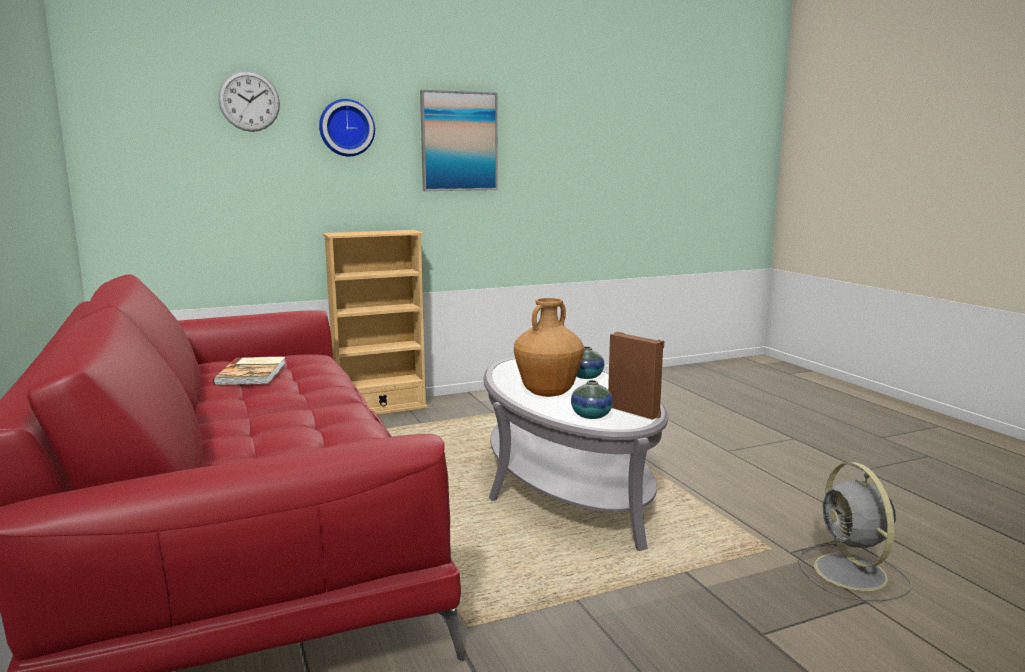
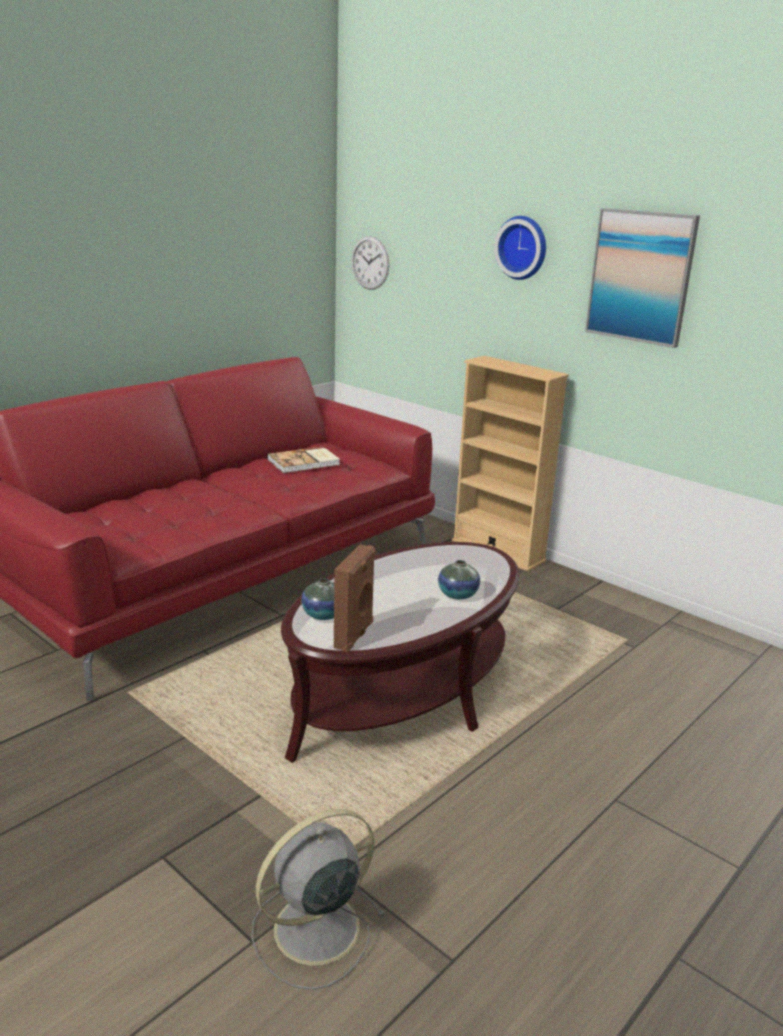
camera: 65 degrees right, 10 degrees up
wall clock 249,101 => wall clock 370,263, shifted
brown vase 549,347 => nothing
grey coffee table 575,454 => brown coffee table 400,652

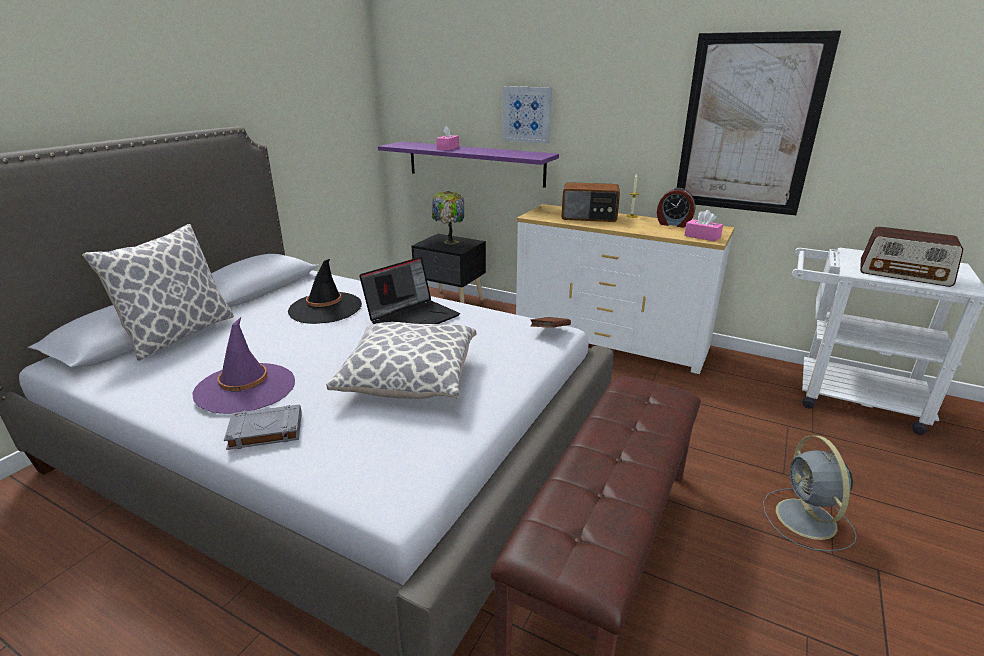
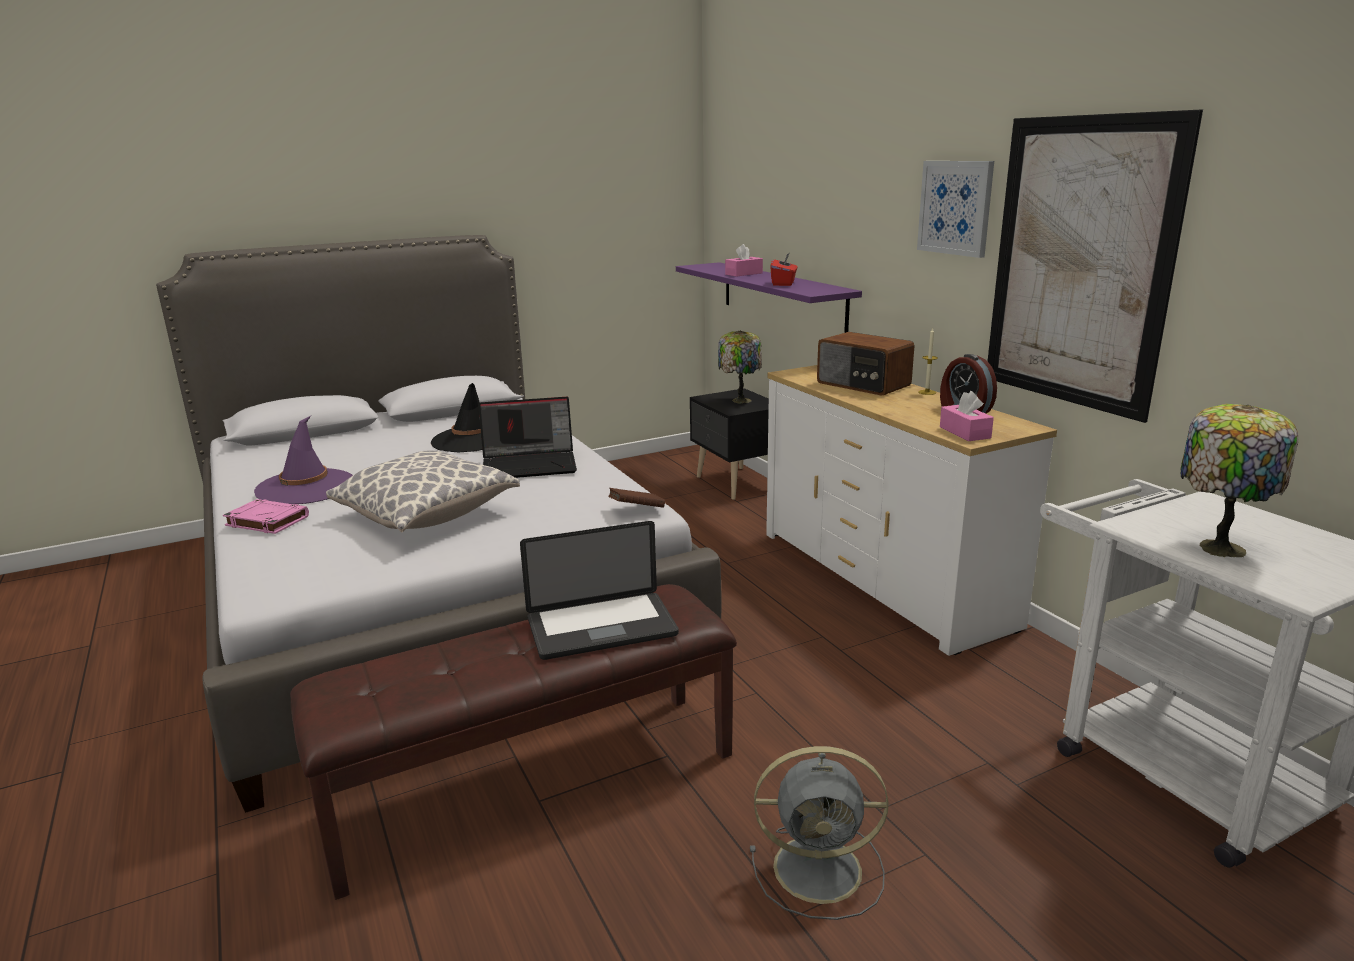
camera: 35 degrees right, 5 degrees down
picture 527,115 => picture 955,209, shifted
pillow 158,292 => nothing
radio 911,256 => table lamp 1239,480
grey book 263,427 => pink book 266,516
grey fan 810,493 => grey fan 819,833, 120 degrees counterclockwise
nothing => red tissue box 784,269
nothing => laptop 599,590

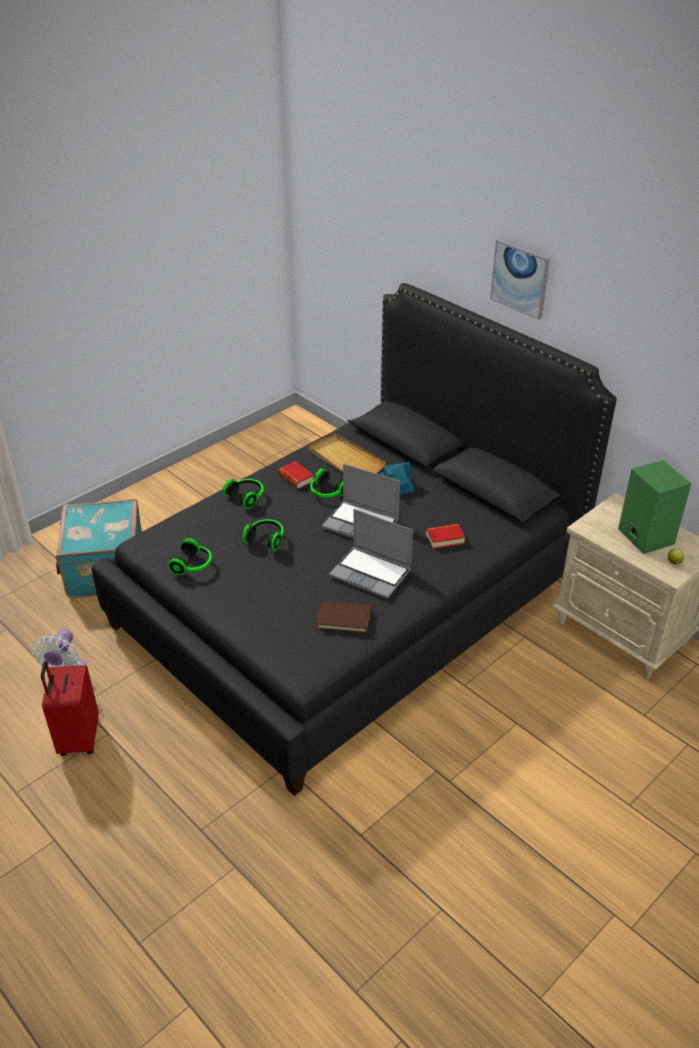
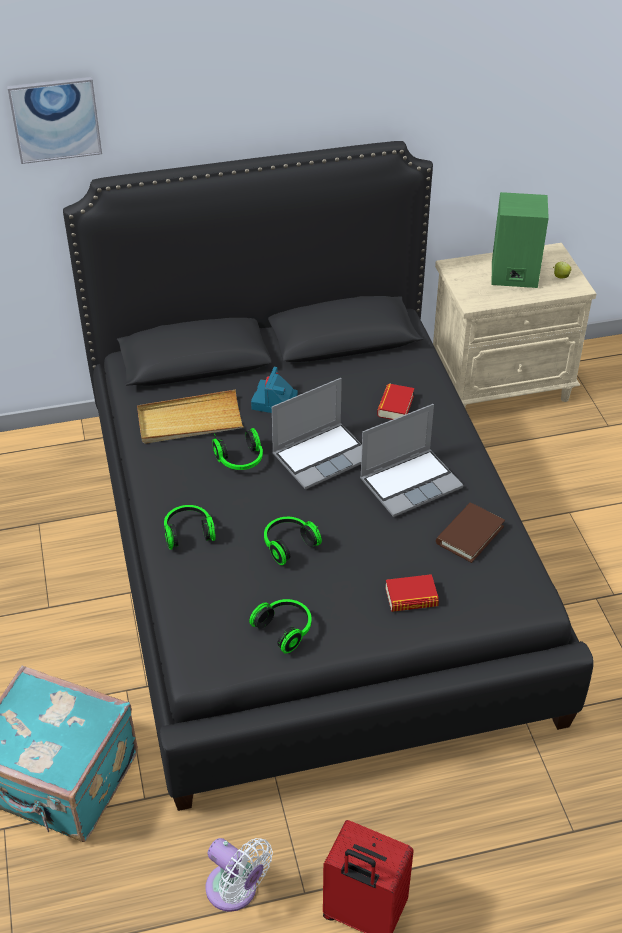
camera: 60 degrees left, 5 degrees up
picture 520,279 => picture 54,120, shifted
book 296,475 => book 412,593, shifted

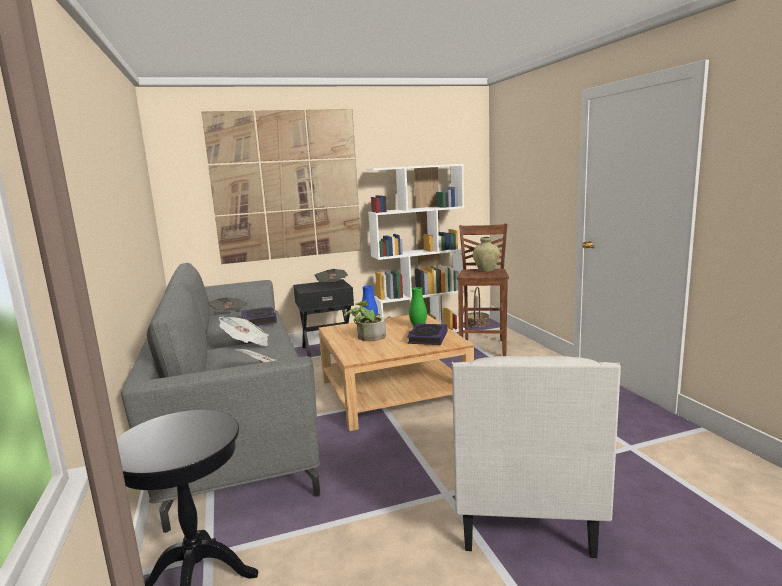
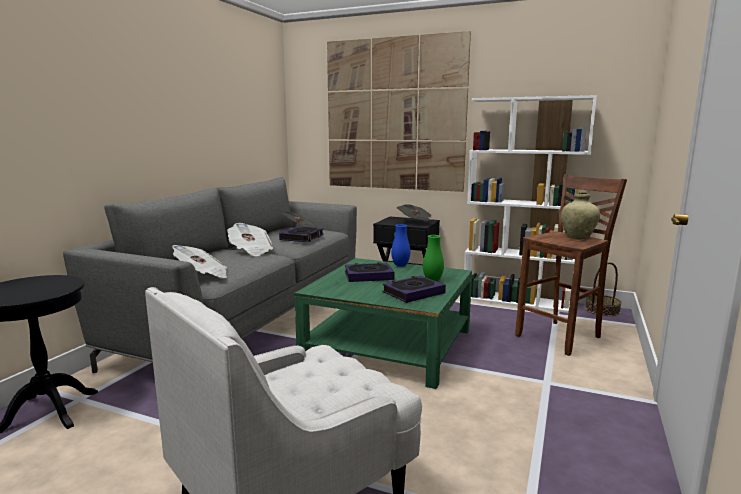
camera: 40 degrees right, 0 degrees up
potted plant 365,320 => book 369,272
beige coffee table 396,373 => green coffee table 383,323

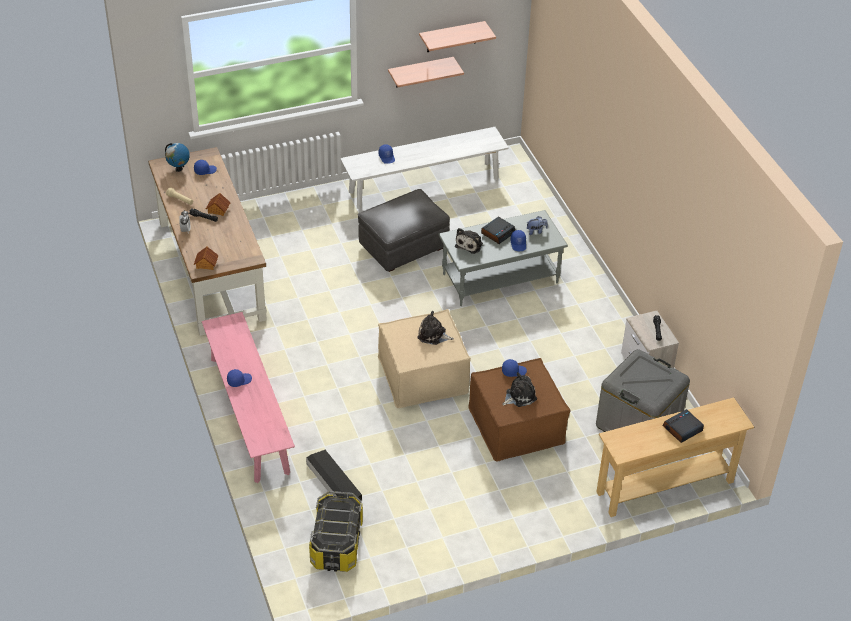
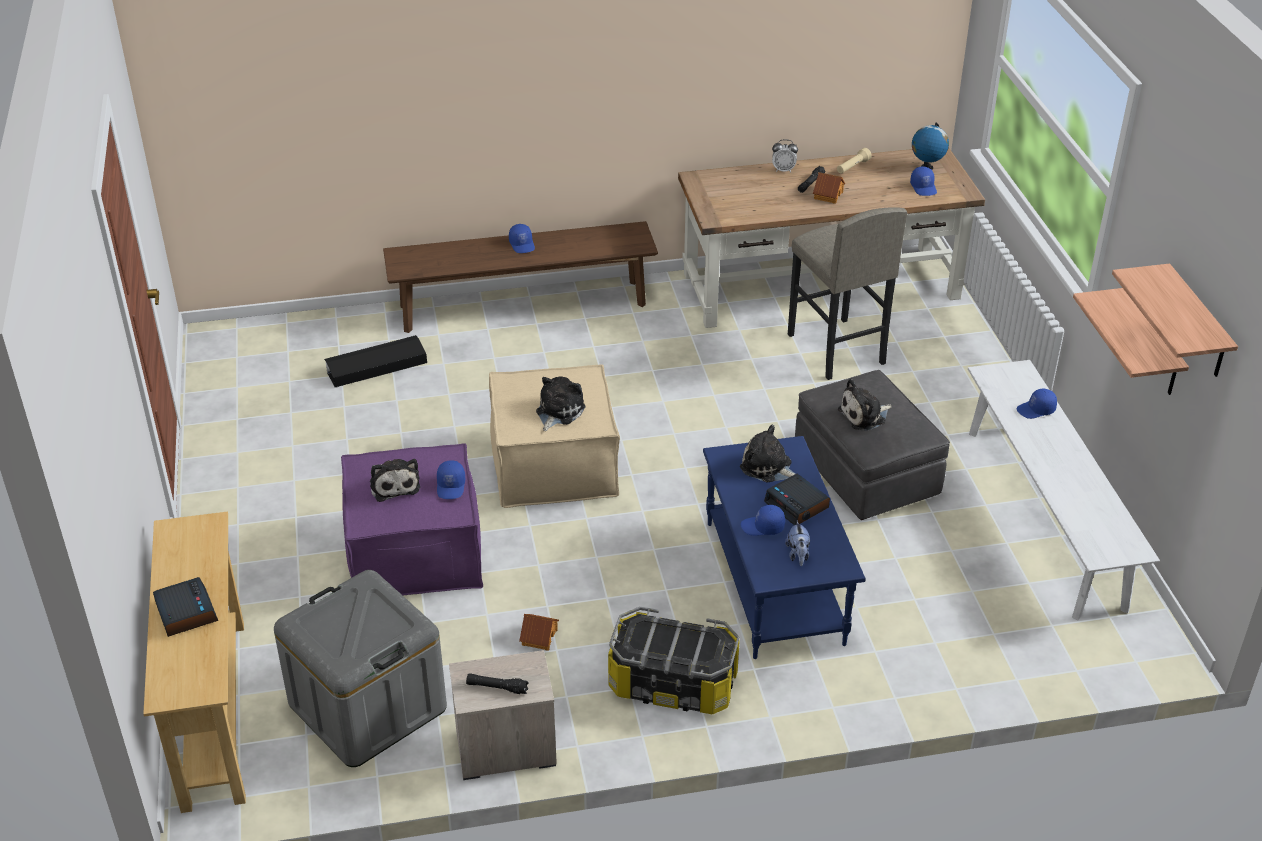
camera: 100 degrees right, 5 degrees down
grey coffee table 503,258 => blue coffee table 784,547
toy house 206,258 => toy house 539,632, shifted
pink bench 248,397 => brown bench 520,277
brown ottoman 519,410 => purple ottoman 412,519
storage box 336,531 => storage box 674,660, shifted
nothing => grey stool 847,293
nothing => plush toy 865,405

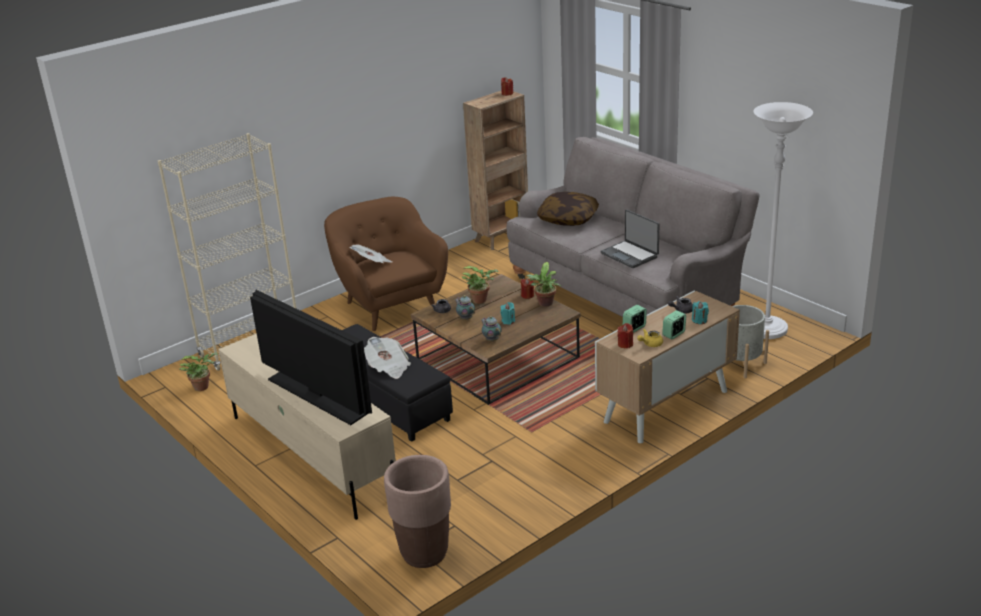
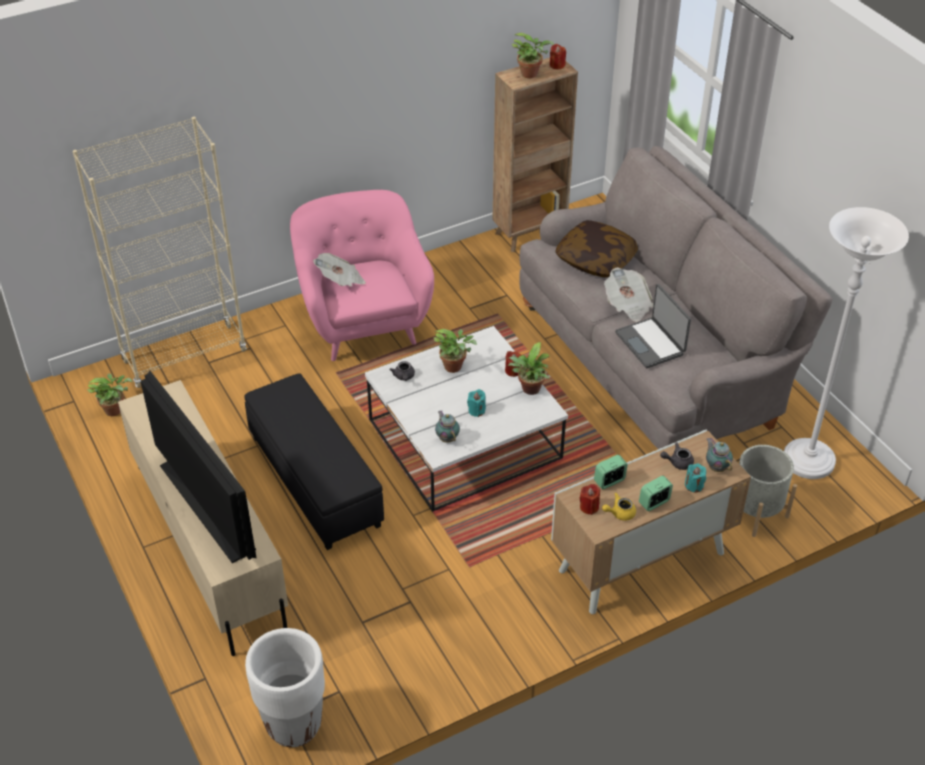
camera: 10 degrees right, 15 degrees up
brown armchair 386,264 => pink armchair 362,275
brown coffee table 496,339 => white coffee table 466,419
teapot 465,307 => teapot 719,455, shifted
newspaper 387,358 => newspaper 629,294, shifted
brown planter 417,511 => white planter 285,687
nothing => potted plant 533,55

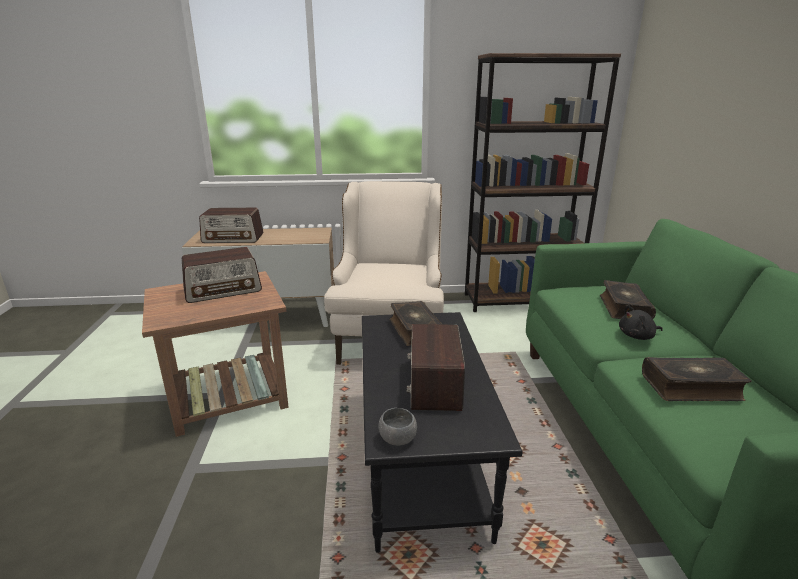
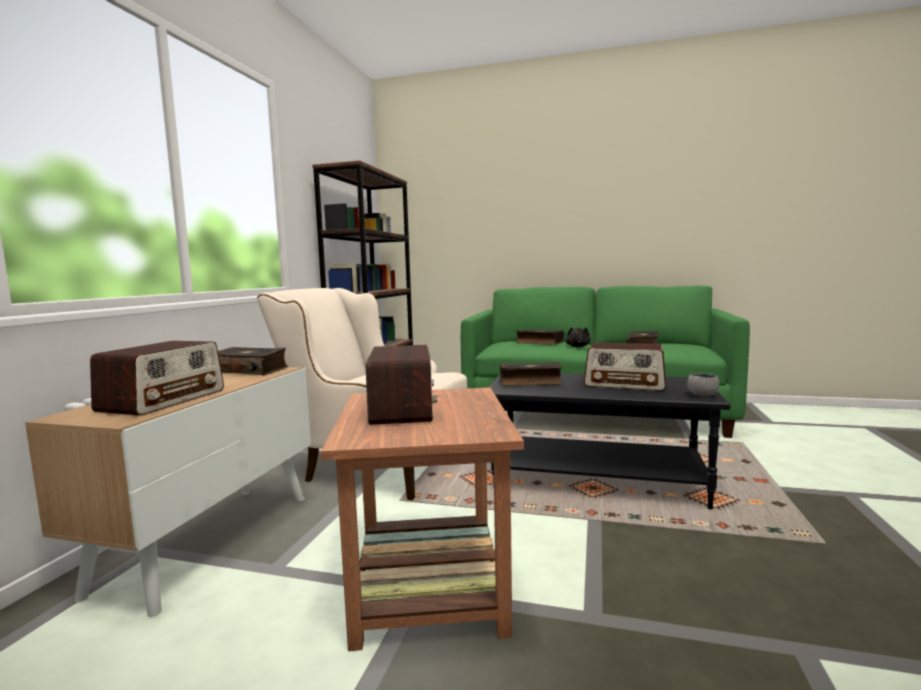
camera: 70 degrees left, 15 degrees down
nothing => book 253,361

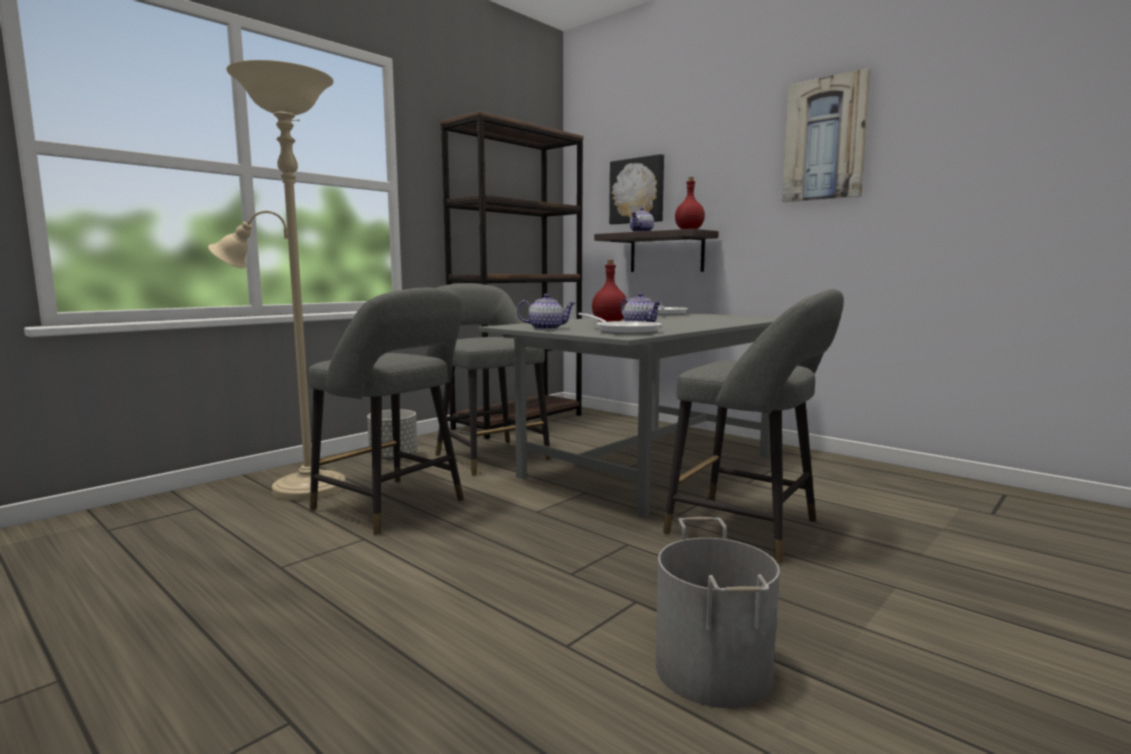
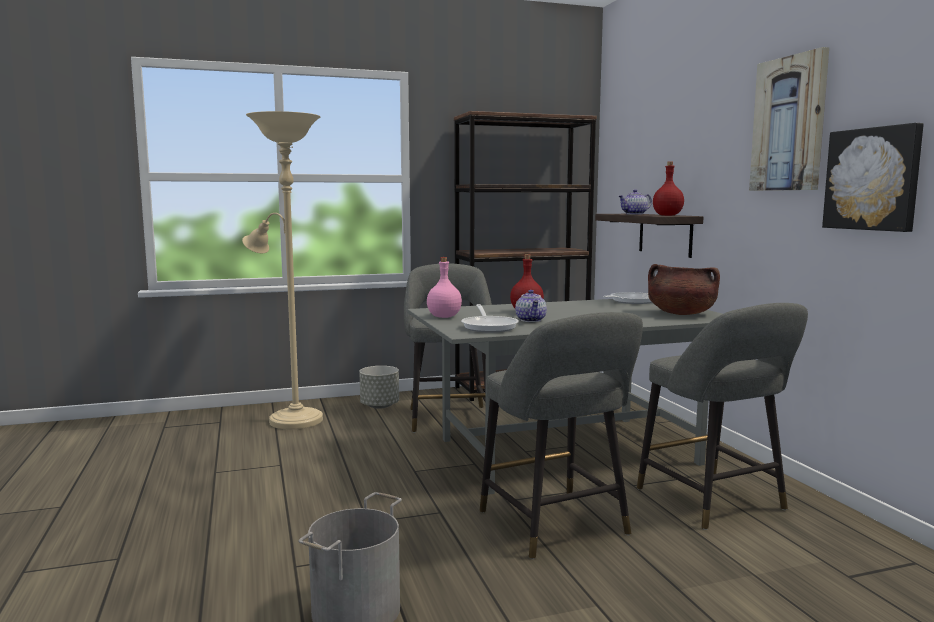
camera: 30 degrees right, 0 degrees up
picture 636,189 => picture 873,177, shifted
grey stool 386,411 => grey stool 722,416, shifted
teapot 546,312 => pink bottle 444,287
nothing => brown cooking pot 684,289

